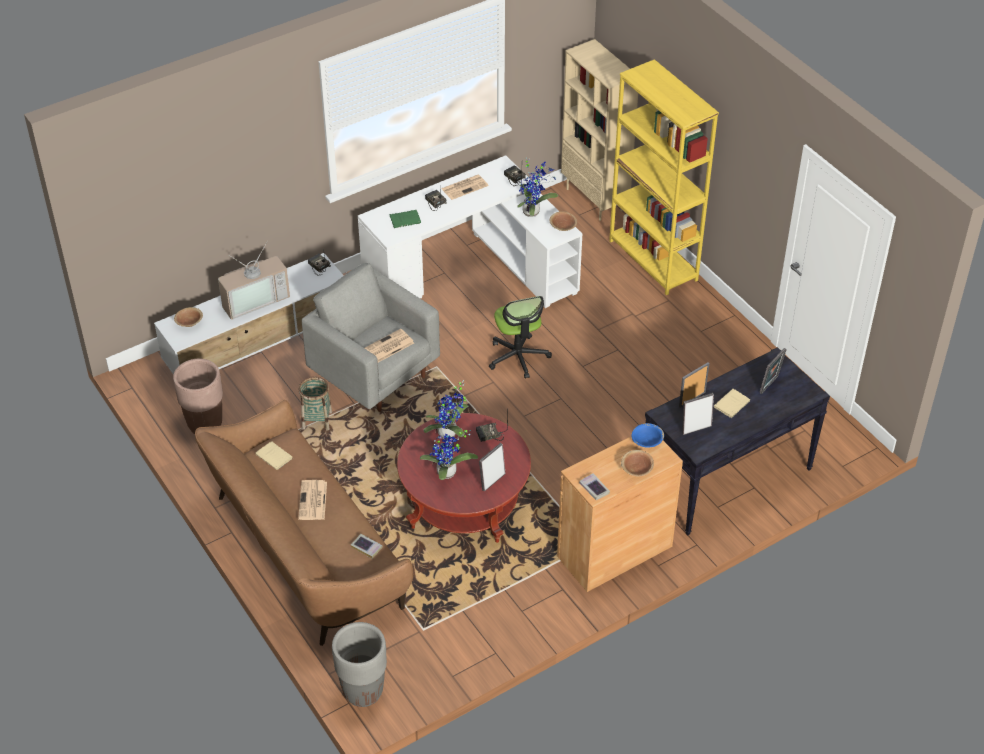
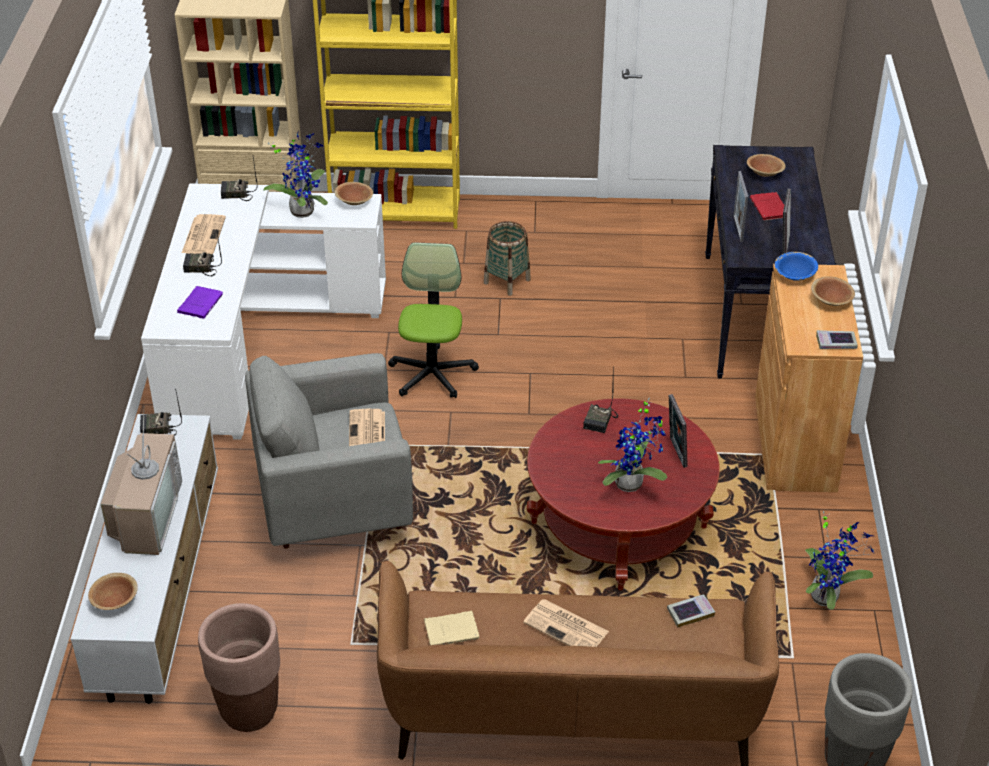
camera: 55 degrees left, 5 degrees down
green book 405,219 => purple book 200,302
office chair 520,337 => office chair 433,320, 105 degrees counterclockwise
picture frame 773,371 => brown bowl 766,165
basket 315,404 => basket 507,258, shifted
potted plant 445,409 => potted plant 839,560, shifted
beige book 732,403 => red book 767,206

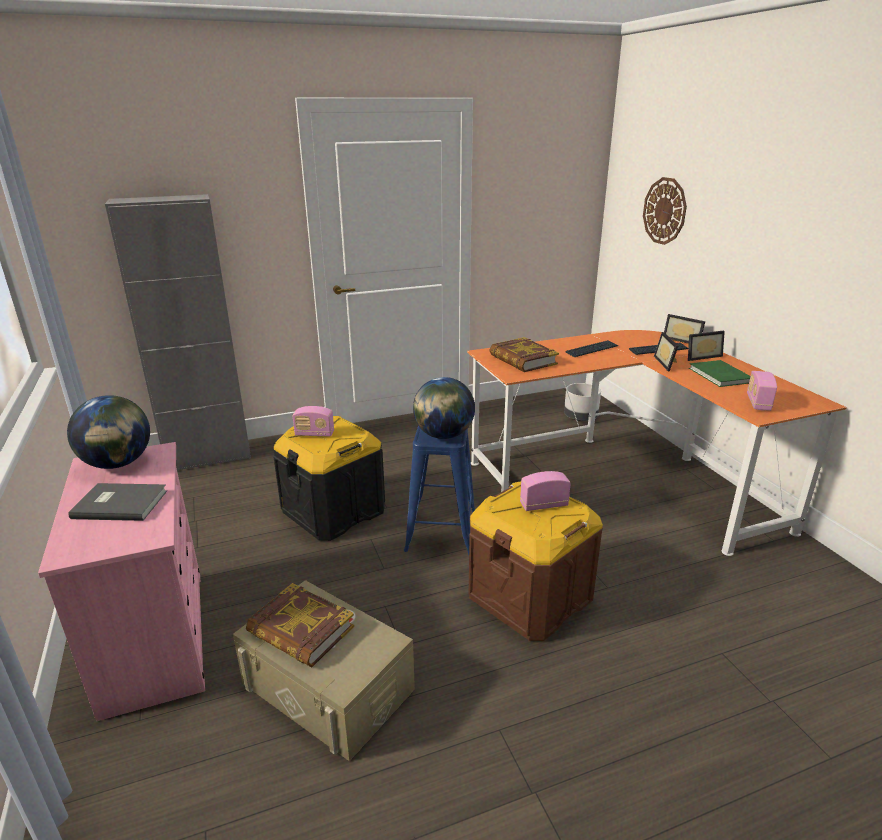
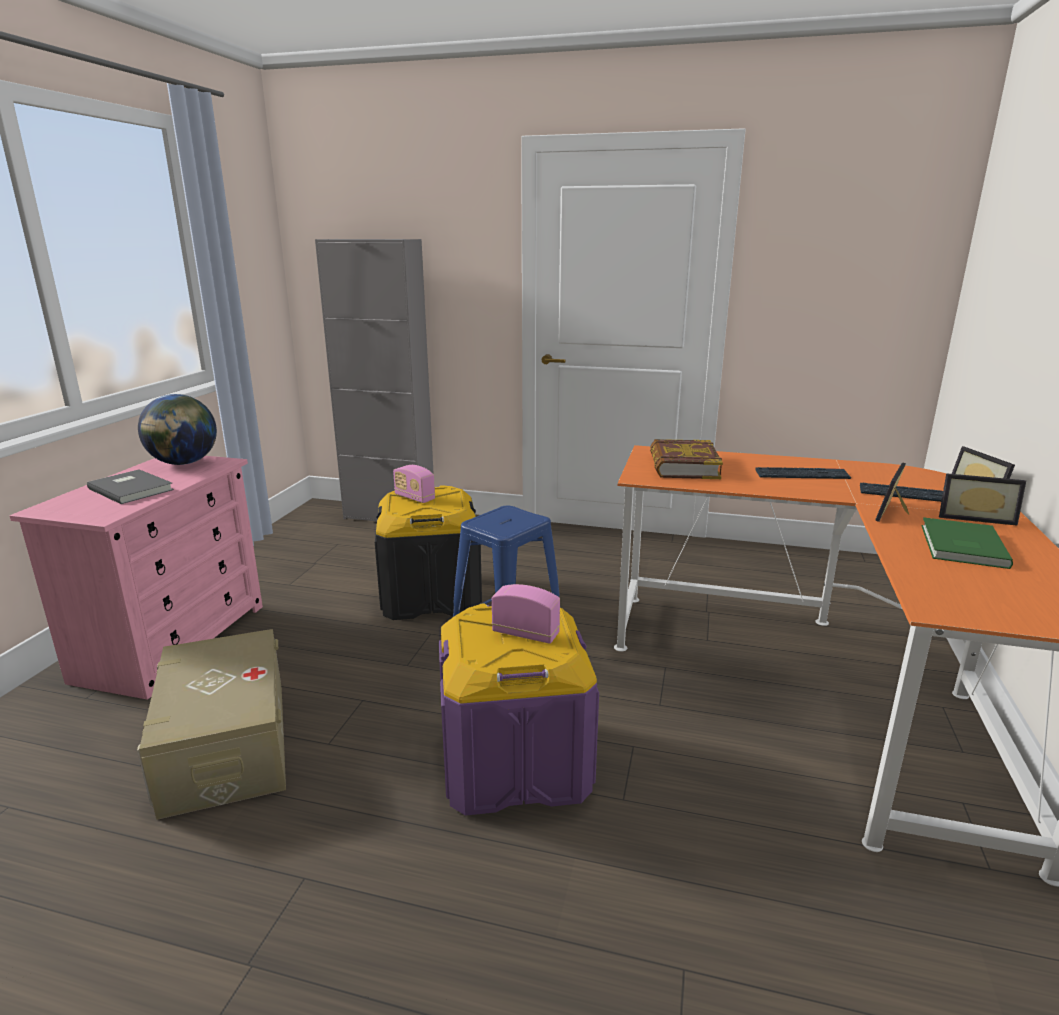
camera: 35 degrees right, 5 degrees down
wall clock 665,211 => nothing
radio 762,391 => nothing
globe 444,408 => nothing
grey planter 582,402 => nothing
brown storage box 535,561 => purple storage box 519,709
book 300,625 => nothing

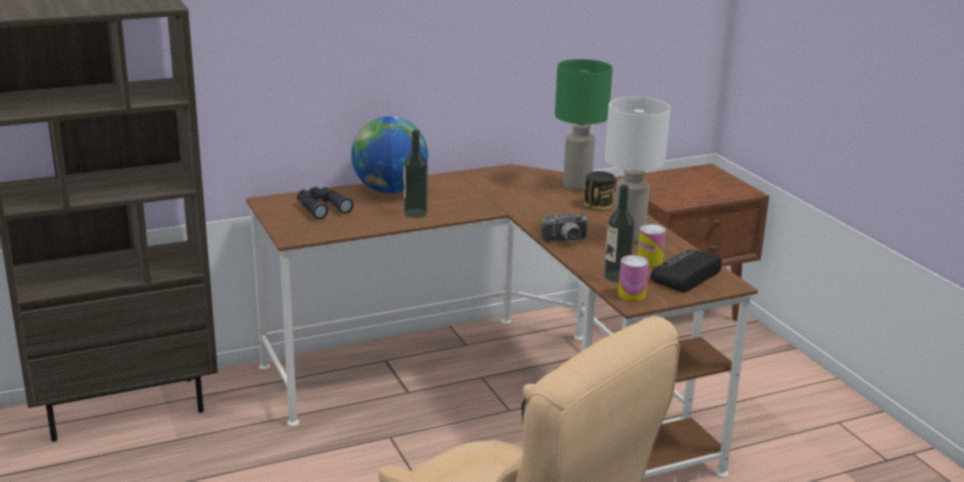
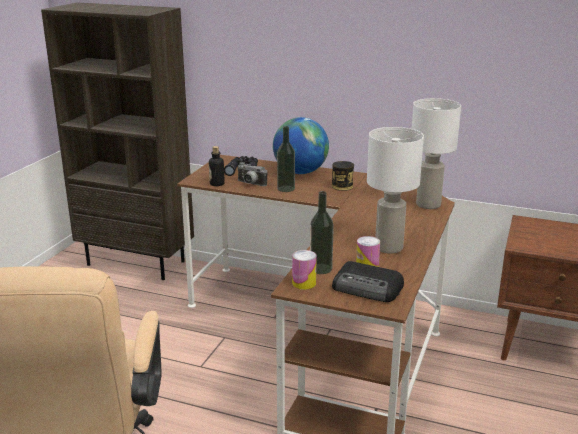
camera: 45 degrees right, 0 degrees up
green table lamp 584,124 => white table lamp 436,153
can 599,191 => can 343,176, shifted
photo camera 565,228 => photo camera 252,174, shifted
radio 686,271 => radio 368,281, 150 degrees counterclockwise
nothing => bottle 217,166

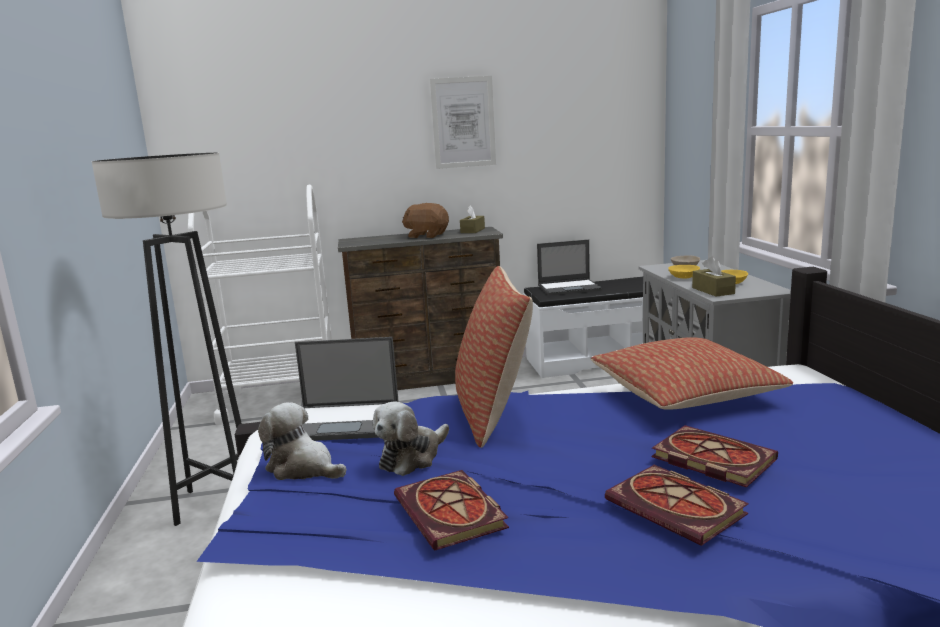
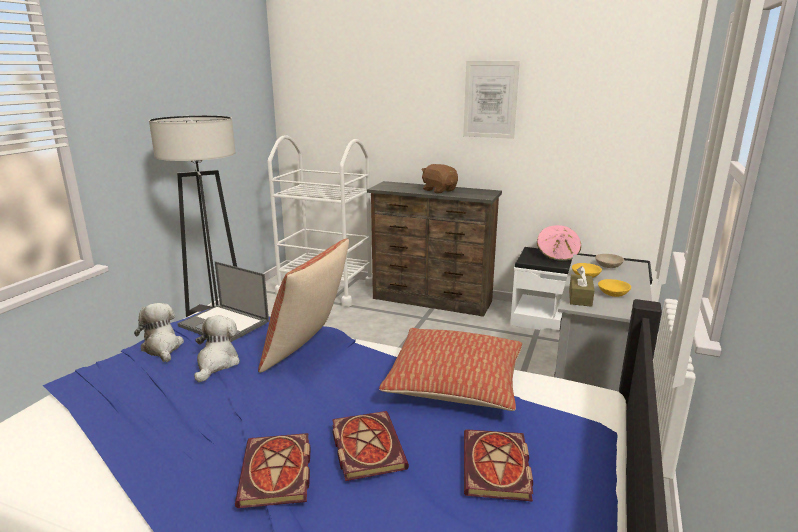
camera: 30 degrees right, 5 degrees up
brown tissue box 472,219 => nothing
laptop 570,268 => pink hat 559,243
plush toy 410,439 => plush toy 217,349, 120 degrees clockwise
book 451,510 => book 498,465, shifted

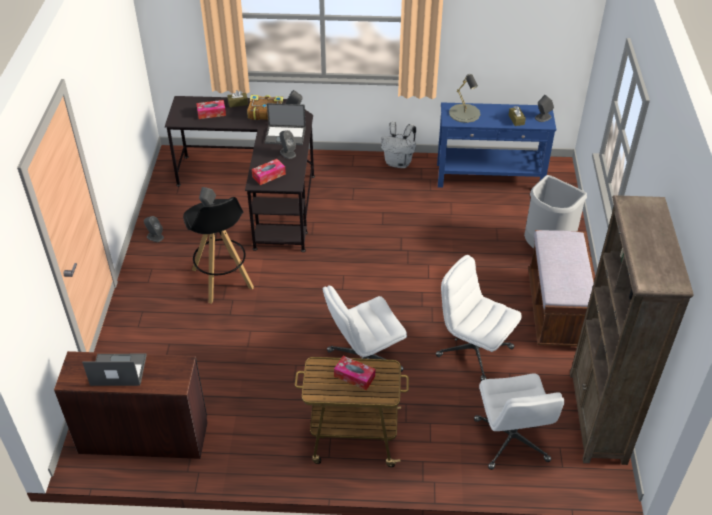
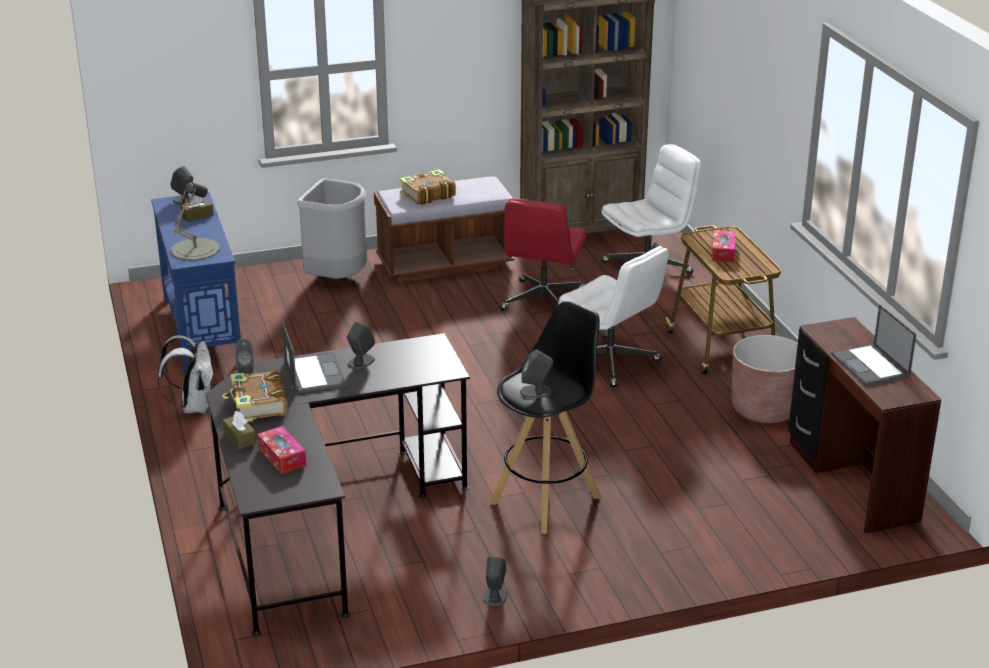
camera: 110 degrees left, 15 degrees down
tissue box 269,172 => nothing
white office chair 478,318 => red office chair 543,254
nothing => book 428,187
nothing => brown planter 765,379

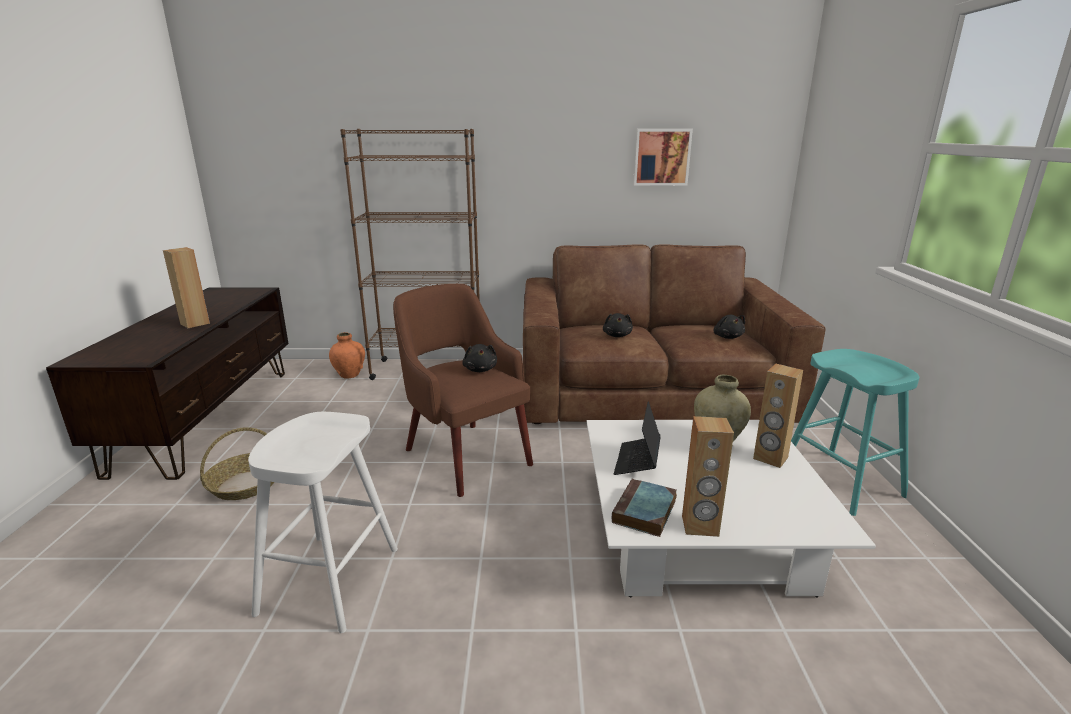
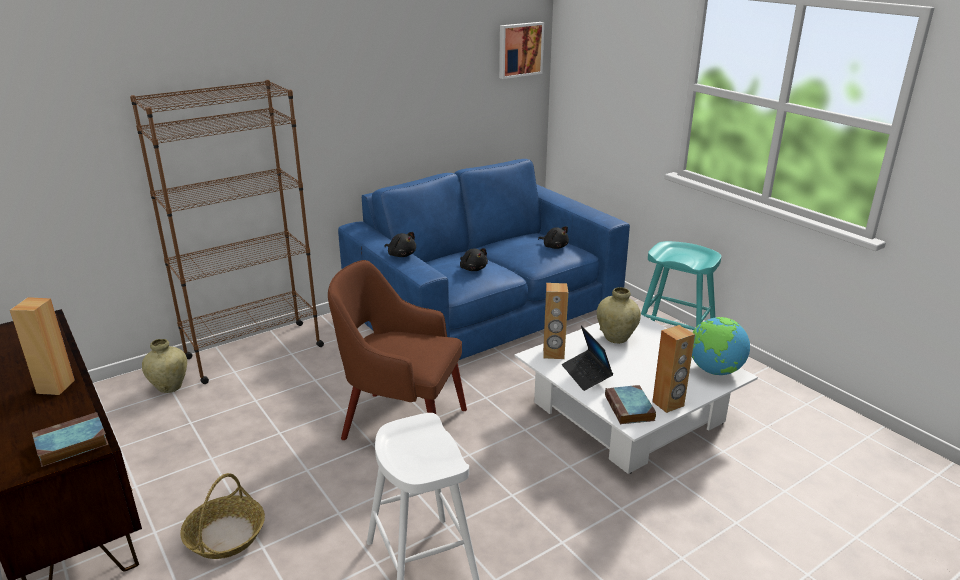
camera: 35 degrees left, 5 degrees up
picture 663,157 => picture 521,50, shifted
brown sofa 674,334 => blue sofa 484,259
orange vase 347,355 => beige vase 164,366
black plush toy 479,358 => black plush toy 400,244, shifted
brown speaker 778,416 => brown speaker 555,321, shifted
nothing => globe 721,346
nothing => book 70,439

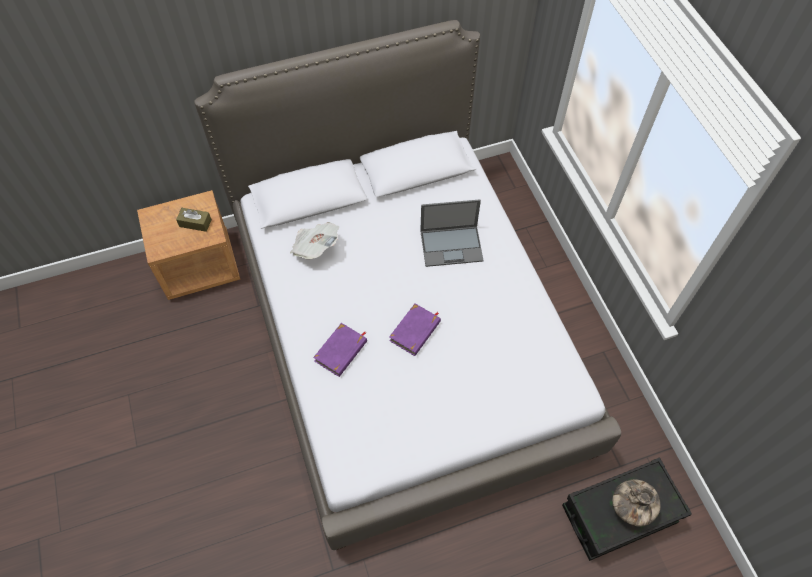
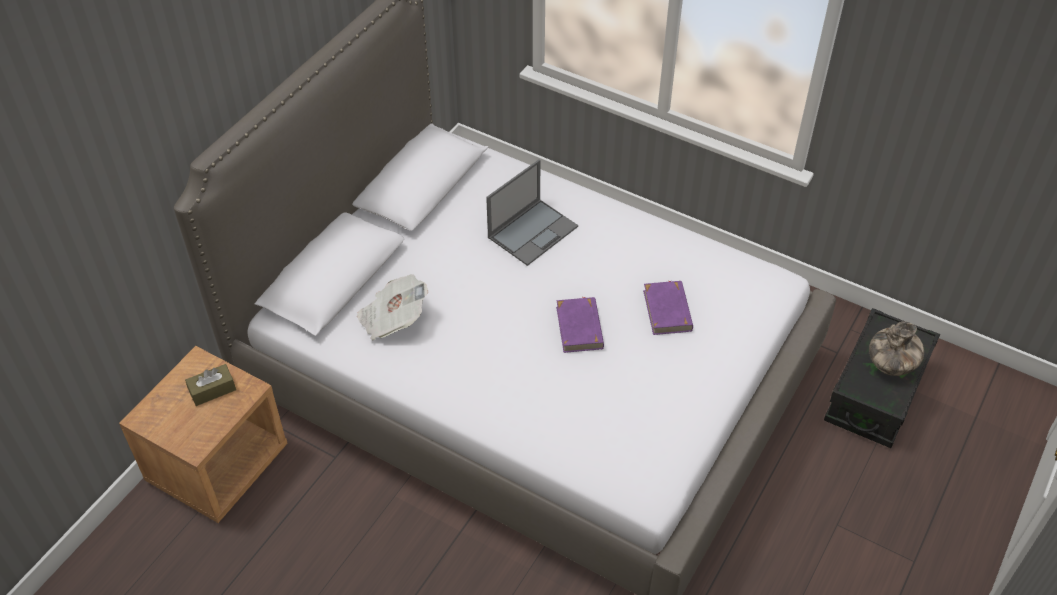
camera: 40 degrees left, 10 degrees down
purple book 340,350 => purple book 668,307, shifted

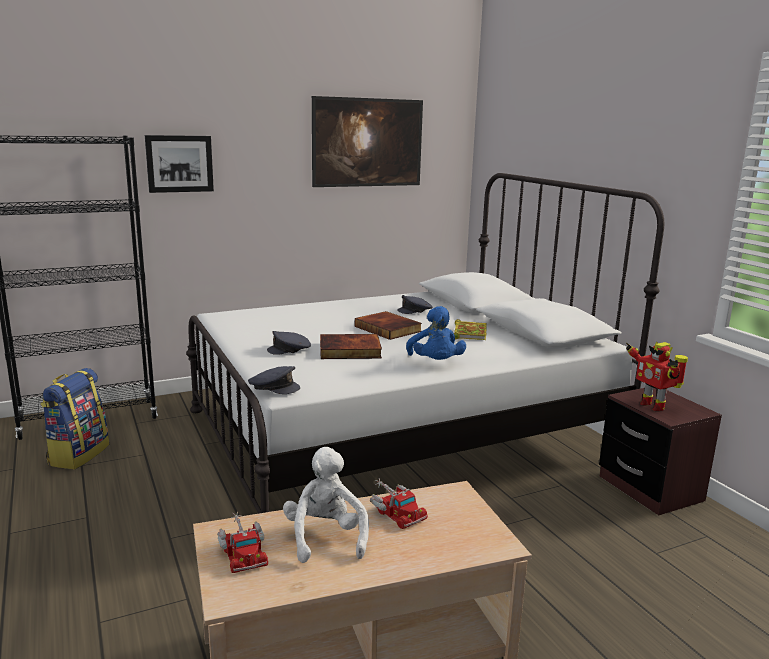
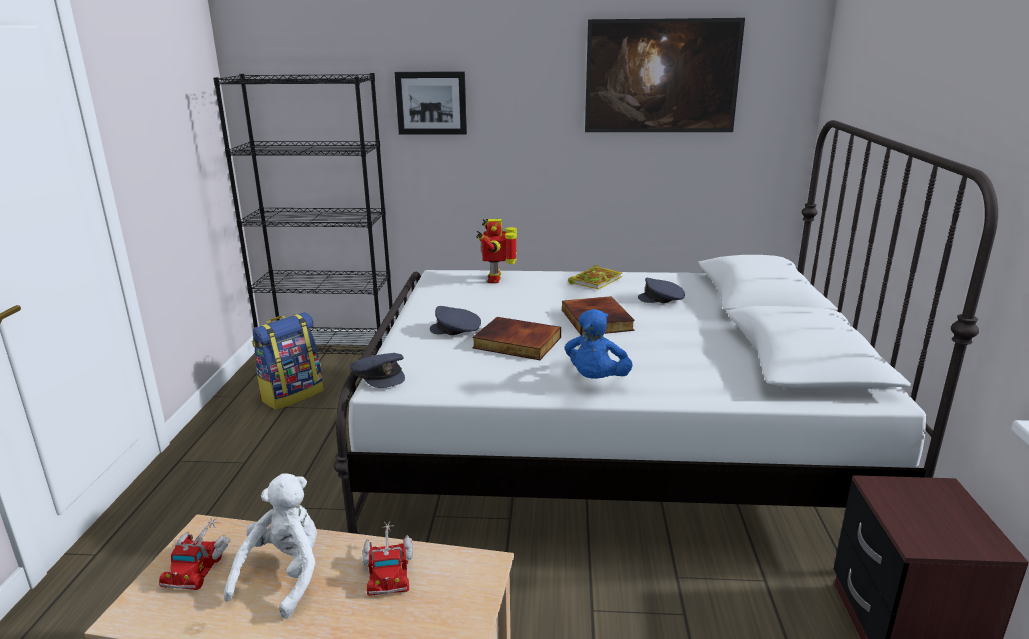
camera: 30 degrees right, 5 degrees up
book 470,329 => book 595,277, shifted
toy robot 657,376 => toy robot 496,250, shifted

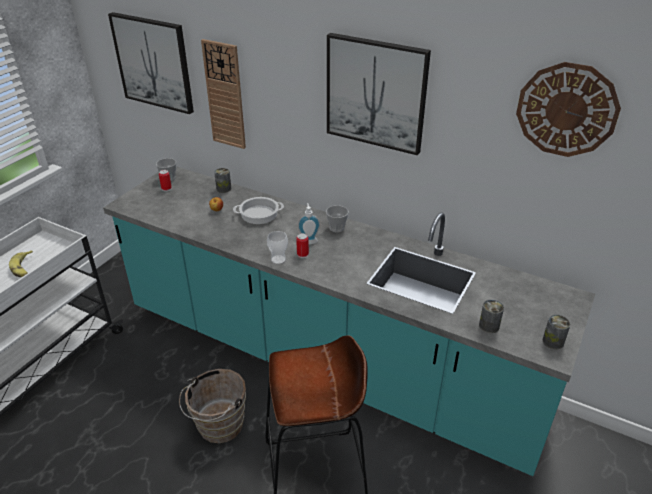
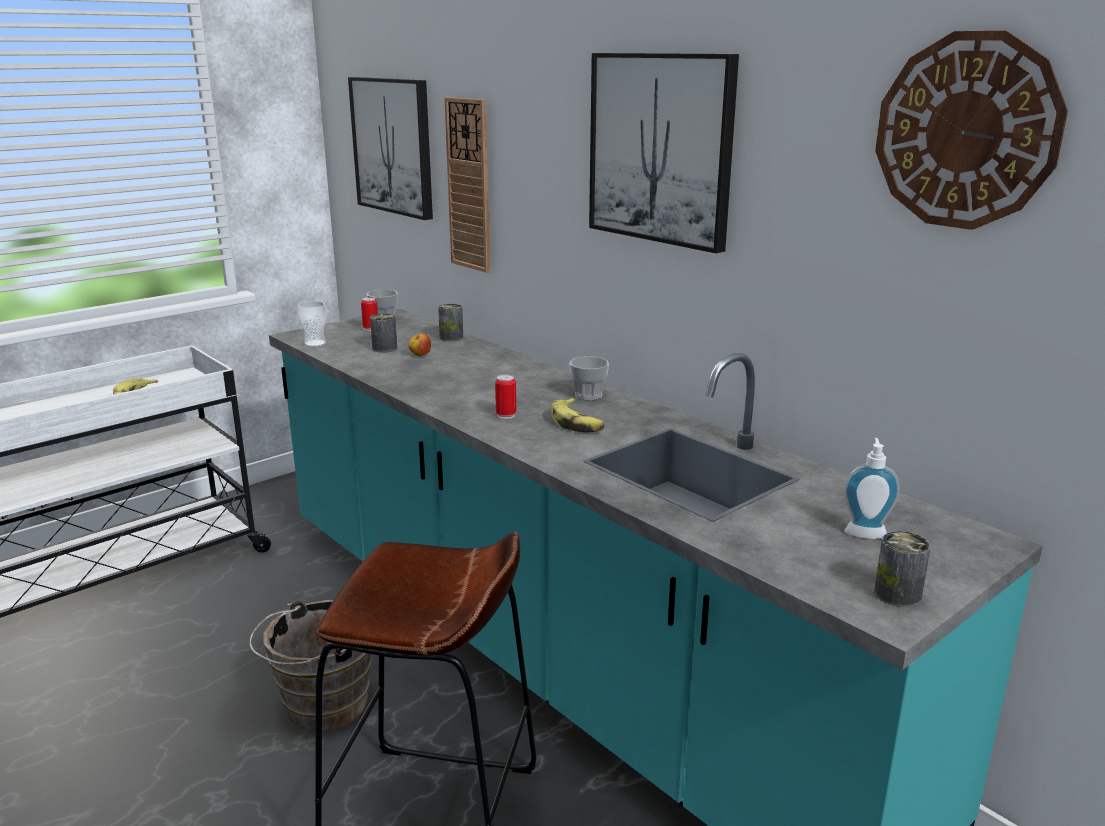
camera: 20 degrees right, 15 degrees down
cooking pot 258,210 => nothing
soap dispenser 309,224 => soap dispenser 872,488, shifted
cup 277,248 => cup 312,324, shifted
can 491,316 => can 383,333, shifted
nothing => banana 578,415

